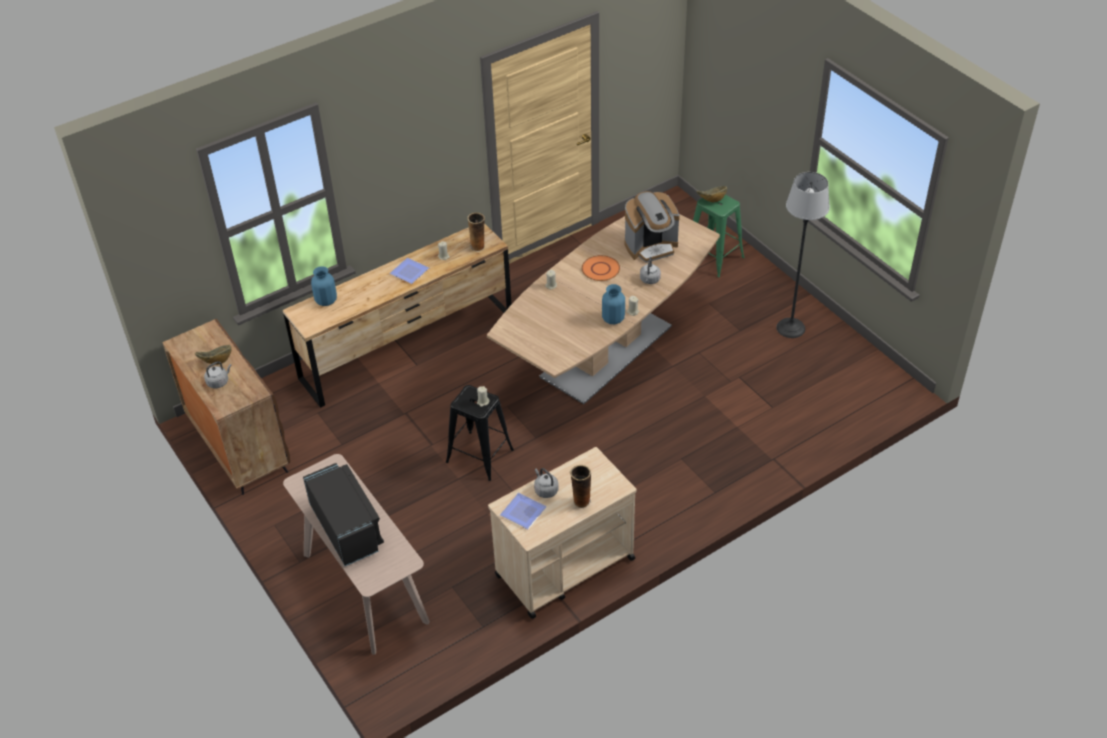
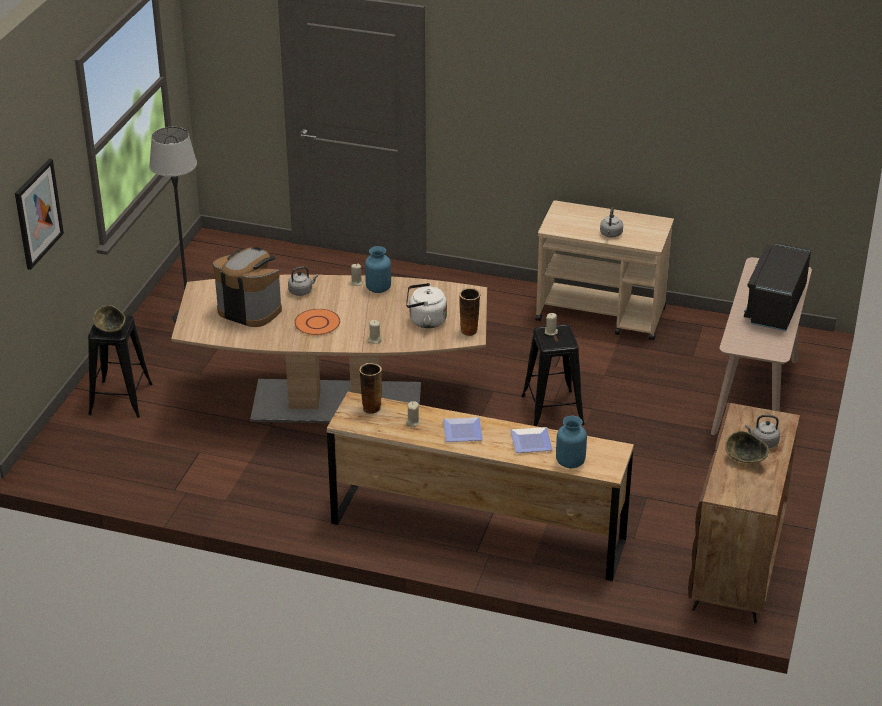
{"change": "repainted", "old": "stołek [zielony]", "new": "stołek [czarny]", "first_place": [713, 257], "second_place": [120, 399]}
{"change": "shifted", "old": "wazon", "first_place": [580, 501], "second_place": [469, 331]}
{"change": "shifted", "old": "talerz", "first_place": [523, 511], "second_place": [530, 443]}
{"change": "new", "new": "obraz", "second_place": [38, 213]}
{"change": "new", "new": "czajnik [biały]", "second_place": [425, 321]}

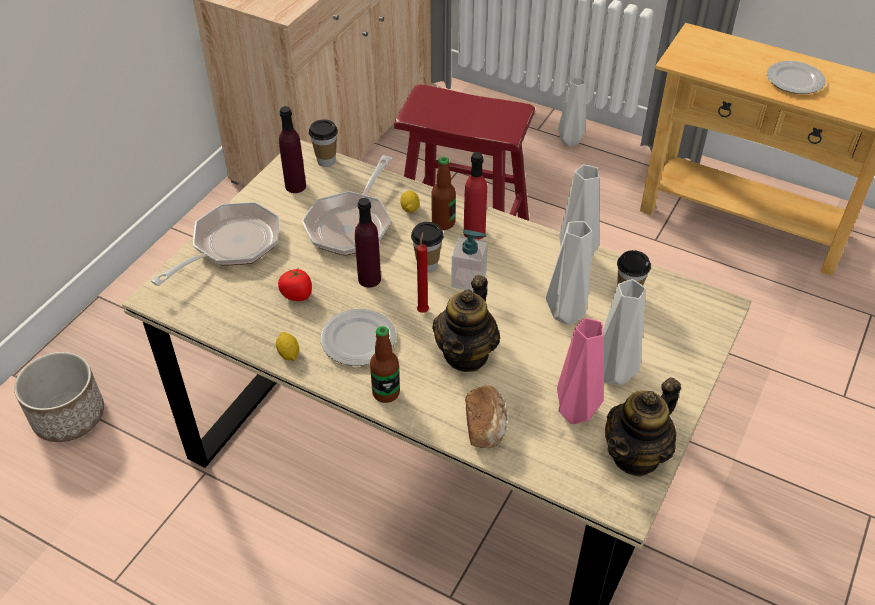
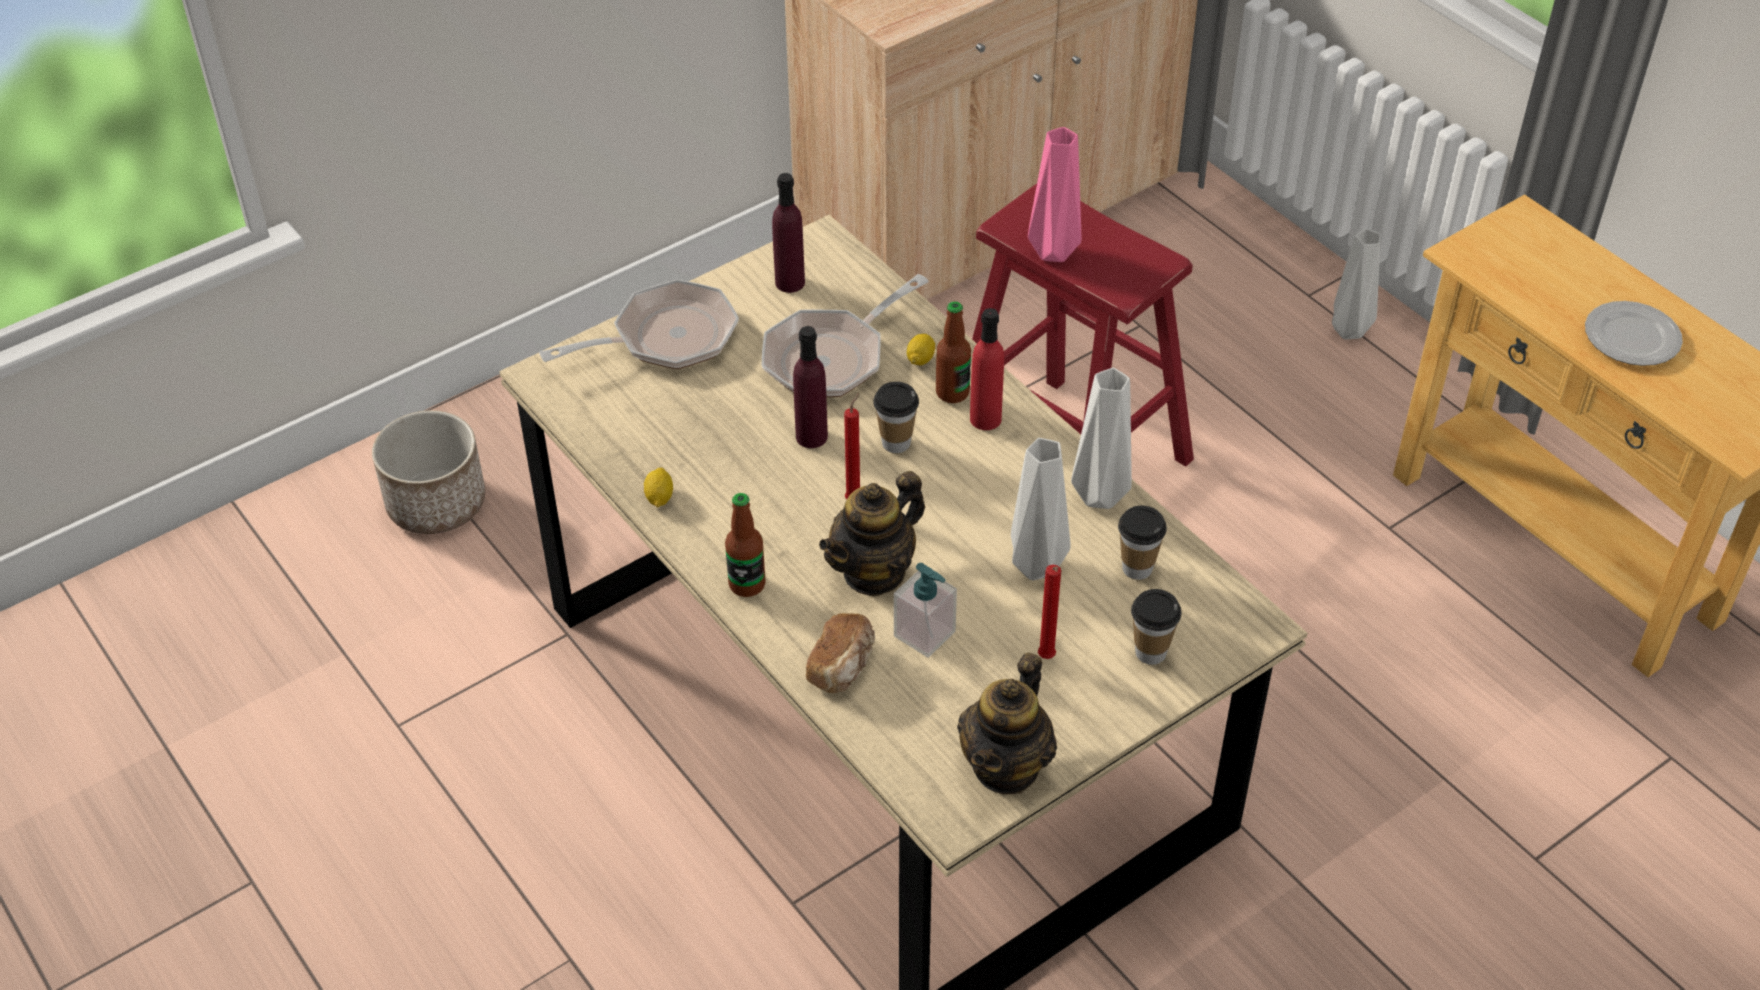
{"change": "shifted", "old": "filiżanka", "first_place": [326, 161], "second_place": [1150, 652]}
{"change": "shifted", "old": "dozownik mydła", "first_place": [469, 280], "second_place": [925, 634]}
{"change": "gone", "old": "pomidor", "first_place": [297, 295]}
{"change": "swapped", "old": "wazon [szary]", "new": "świeca [czerwony]", "first_place": [612, 372], "second_place": [1046, 659]}
{"change": "gone", "old": "talerz", "first_place": [358, 339]}
{"change": "shifted", "old": "wazon [różowy]", "first_place": [576, 414], "second_place": [1053, 254]}
{"change": "rotated", "old": "imbryk", "first_place": [636, 455], "second_place": [1006, 766], "degrees": -45}

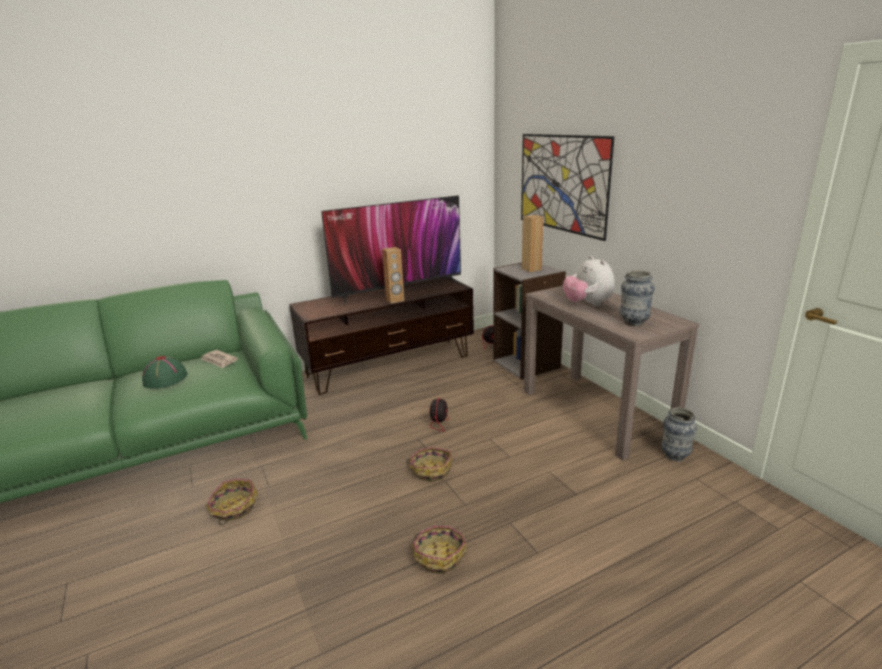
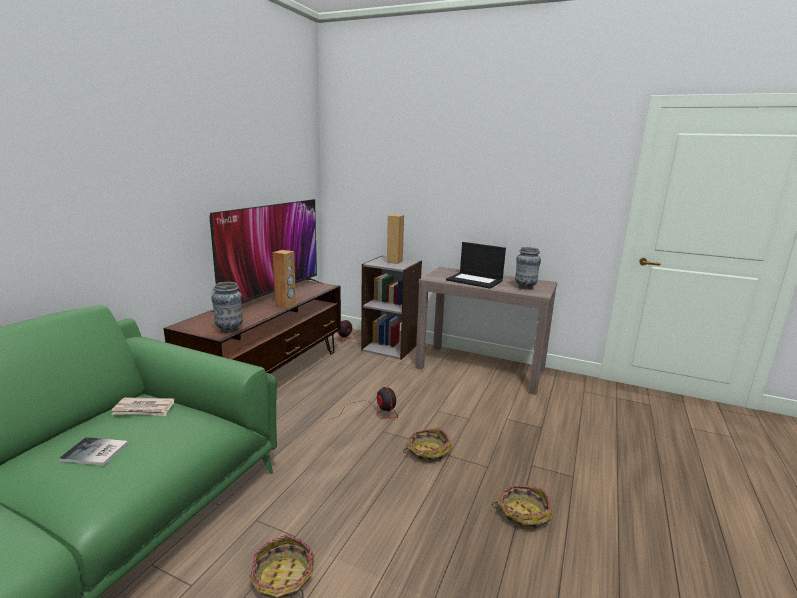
{"change": "gone", "old": "obraz", "first_place": [562, 183]}
{"change": "swapped", "old": "pluszak", "new": "laptop", "first_place": [587, 304], "second_place": [475, 280]}
{"change": "swapped", "old": "kapelusz [zielony]", "new": "książka", "first_place": [165, 379], "second_place": [95, 453]}
{"change": "shifted", "old": "wazon", "first_place": [675, 456], "second_place": [229, 330]}

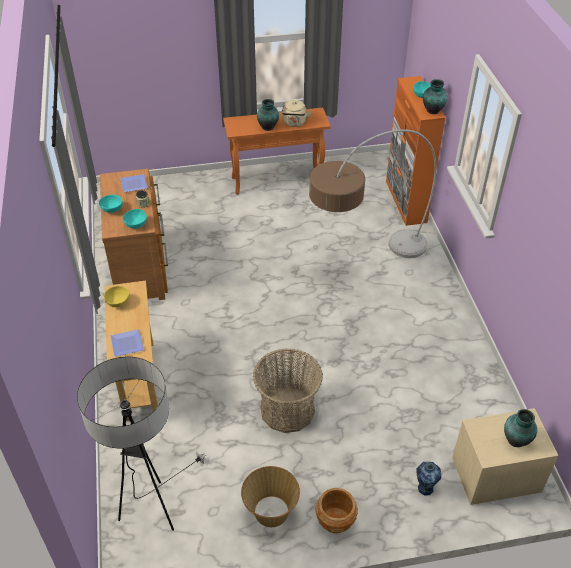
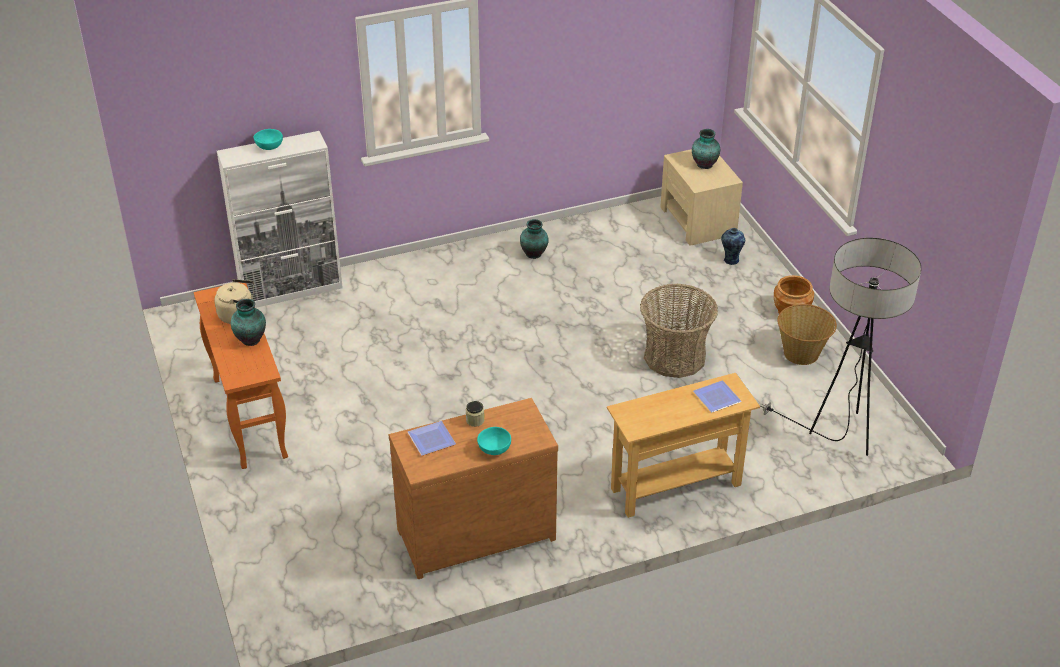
{"change": "repainted", "old": "szafka [pomarańczowy]", "new": "szafka [biały]", "first_place": [406, 202], "second_place": [291, 290]}
{"change": "shifted", "old": "wazon", "first_place": [433, 111], "second_place": [534, 254]}
{"change": "gone", "old": "lampa stojąca", "first_place": [363, 263]}
{"change": "gone", "old": "miska [turkusowy]", "first_place": [137, 224]}
{"change": "gone", "old": "miska [żółty]", "first_place": [118, 303]}

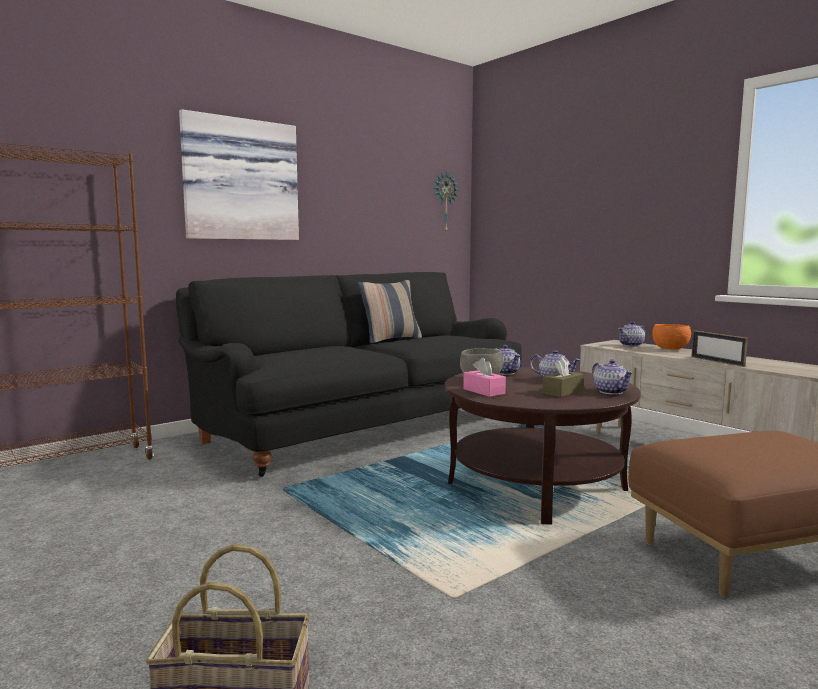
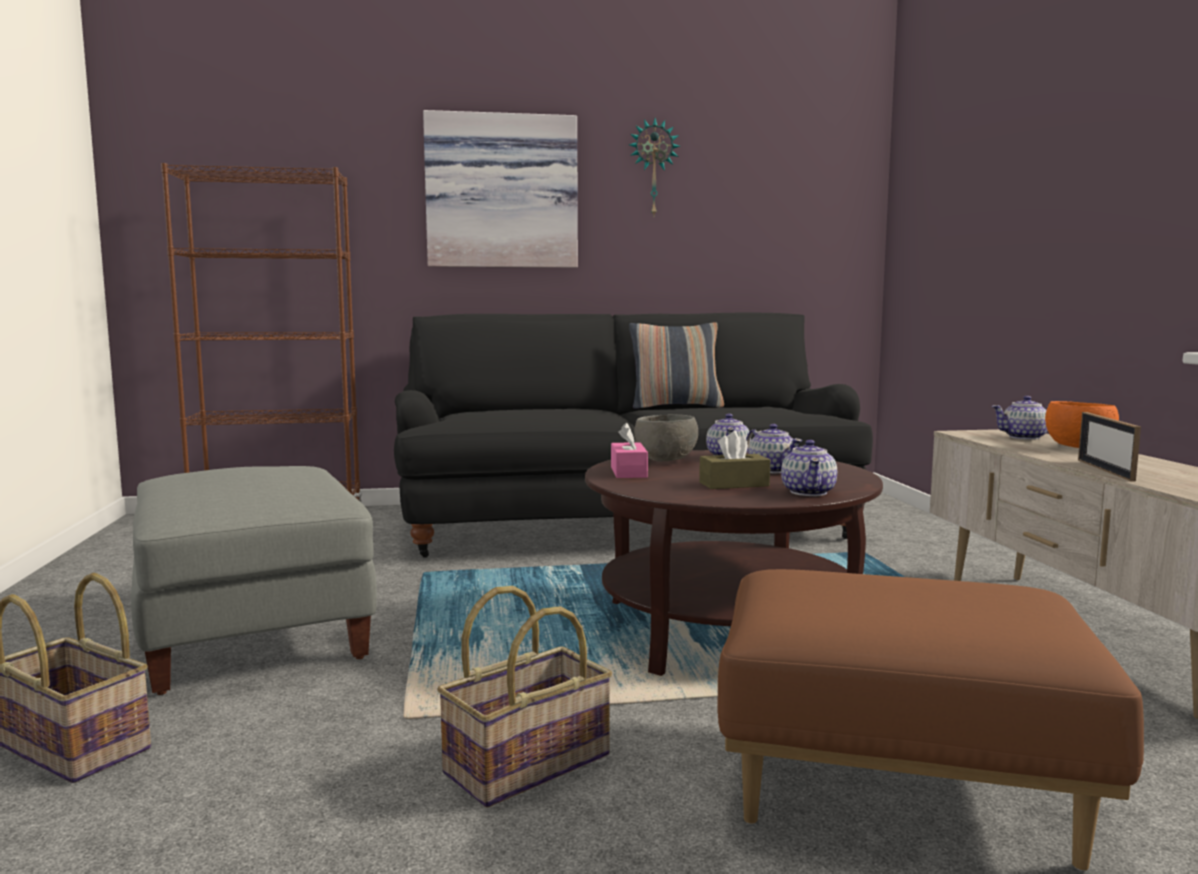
{"change": "shifted", "old": "zegar ścienny", "first_place": [444, 202], "second_place": [653, 168]}
{"change": "new", "new": "pufa [szary]", "second_place": [252, 632]}
{"change": "new", "new": "koszyk", "second_place": [526, 762]}

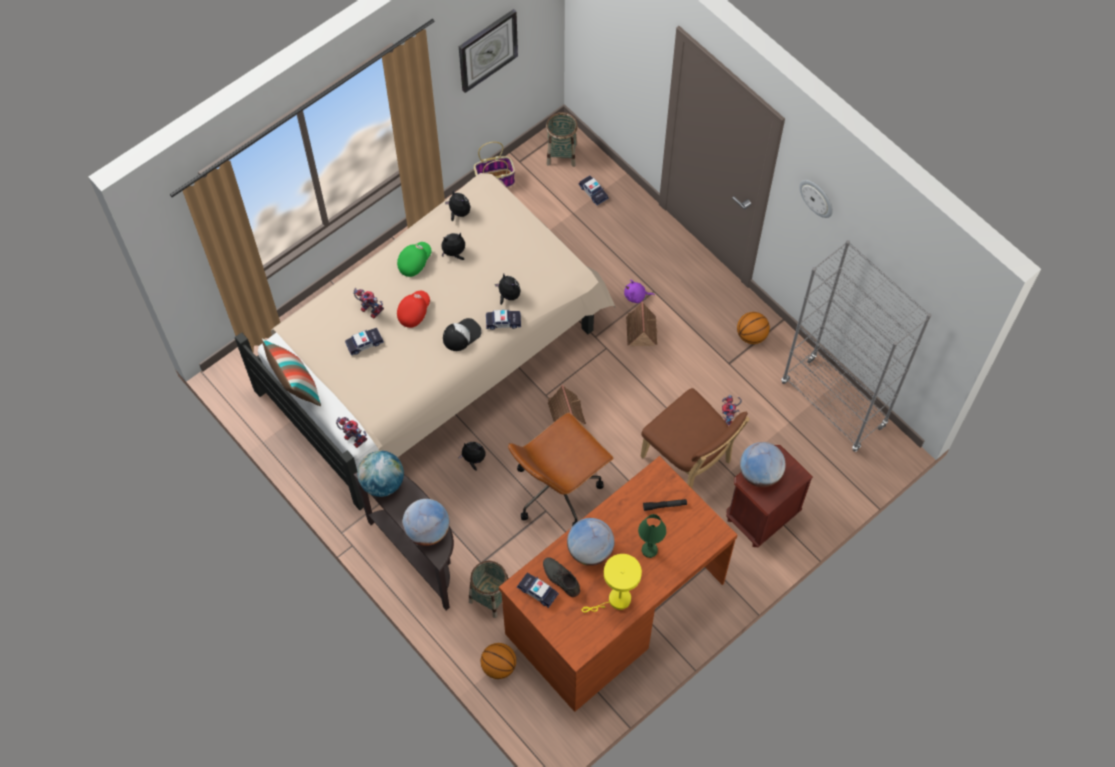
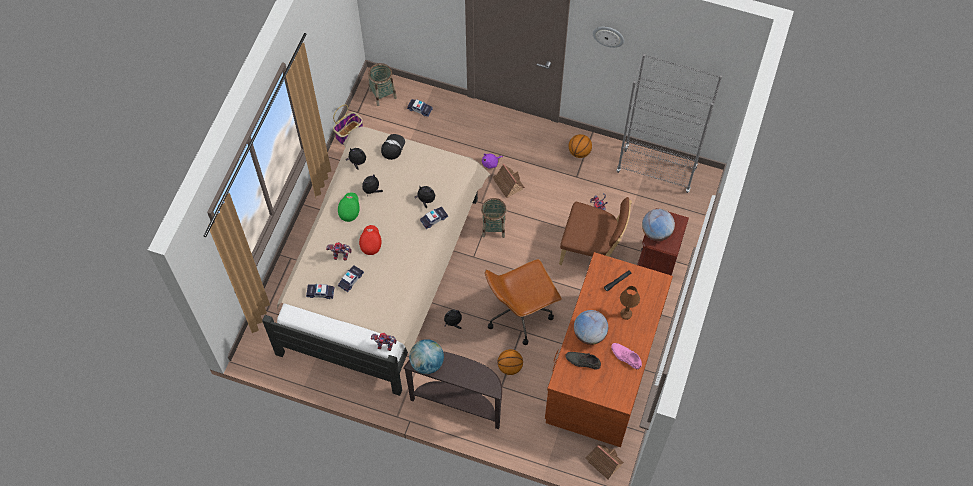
{"change": "gone", "old": "zegar ścienny", "first_place": [487, 50]}
{"change": "shifted", "old": "czapka z daszkiem", "first_place": [461, 335], "second_place": [392, 147]}
{"change": "gone", "old": "poduszka", "first_place": [296, 386]}
{"change": "shifted", "old": "domek", "first_place": [566, 412], "second_place": [604, 461]}
{"change": "rotated", "old": "krzesło biurowe [brązowy]", "first_place": [558, 489], "second_place": [520, 313], "degrees": 45}
{"change": "gone", "old": "globus", "first_place": [427, 531]}
{"change": "repainted", "old": "lampa stołowa [zielony]", "new": "lampa stołowa [brązowy]", "first_place": [649, 550], "second_place": [626, 314]}
{"change": "swapped", "old": "lampa stołowa [żółty]", "new": "but [różowy]", "first_place": [615, 600], "second_place": [625, 357]}
{"change": "shifted", "old": "koszyk", "first_place": [490, 597], "second_place": [493, 227]}
{"change": "shifted", "old": "samochodzik", "first_place": [537, 591], "second_place": [320, 292]}
{"change": "shifted", "old": "piłka do koszykówki", "first_place": [499, 666], "second_place": [510, 367]}

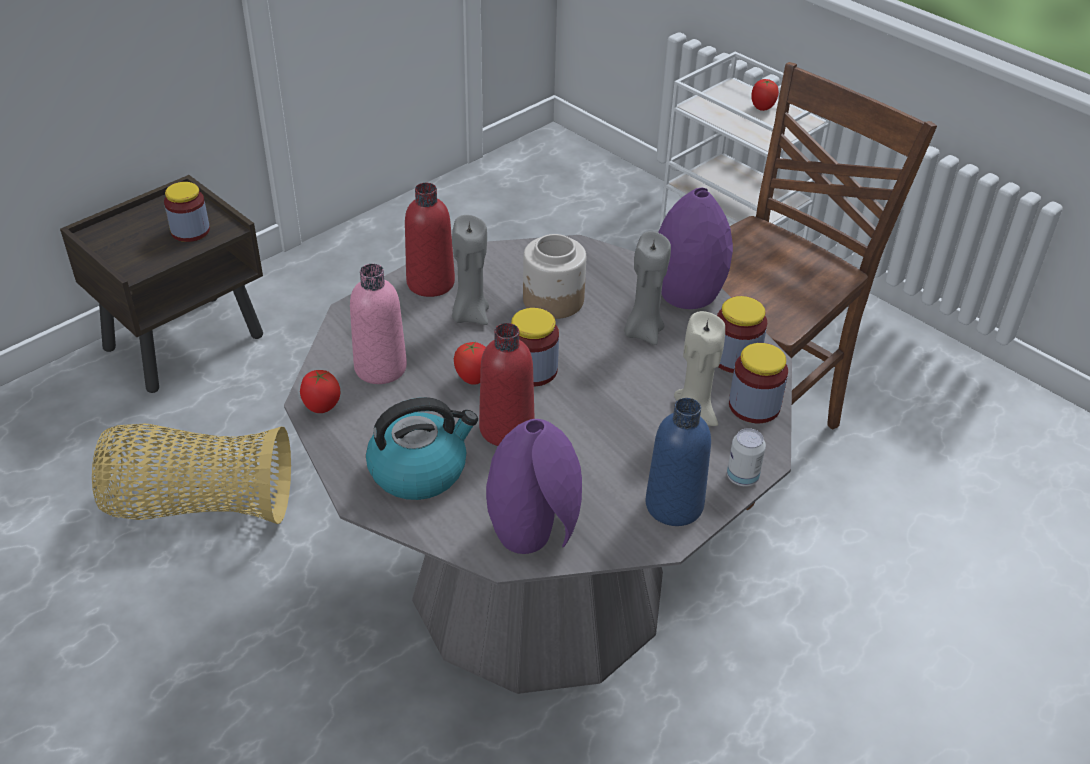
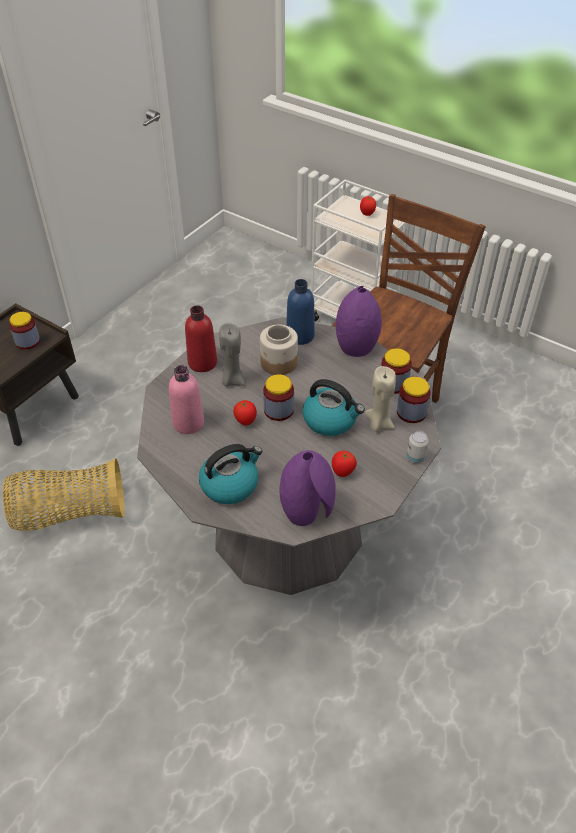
{"change": "gone", "old": "świeca [szary]", "first_place": [643, 332]}
{"change": "gone", "old": "butelka [czerwony]", "first_place": [506, 429]}
{"change": "shifted", "old": "pomidor", "first_place": [322, 408], "second_place": [342, 472]}
{"change": "shifted", "old": "butelka [niebieski]", "first_place": [674, 505], "second_place": [300, 336]}
{"change": "new", "new": "czajnik", "second_place": [331, 420]}

